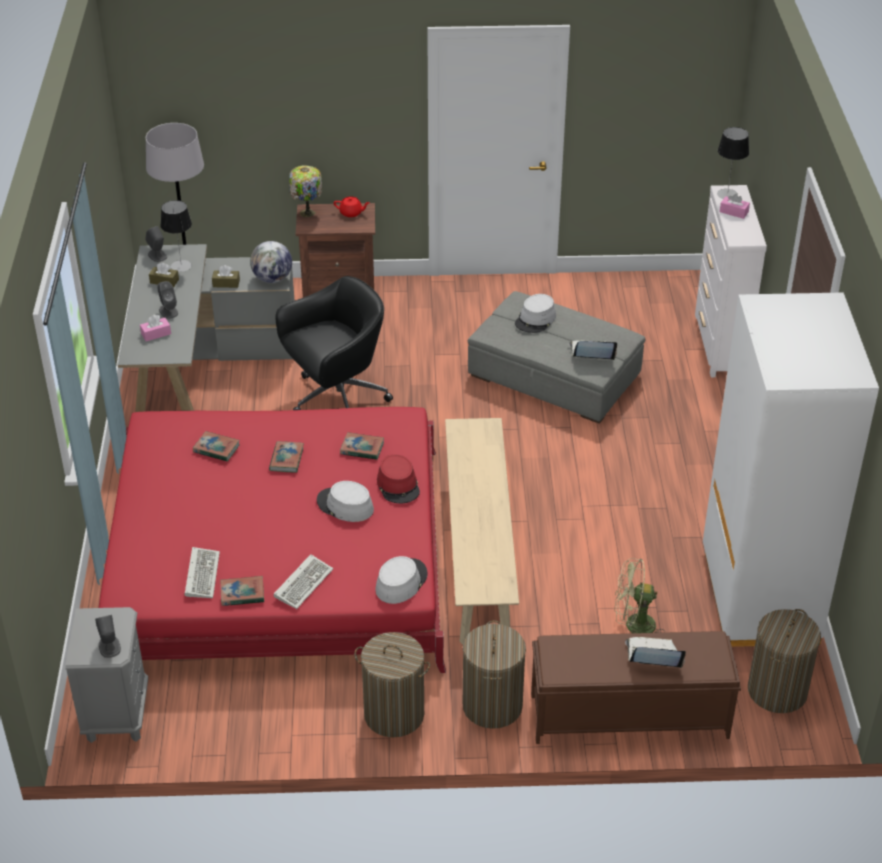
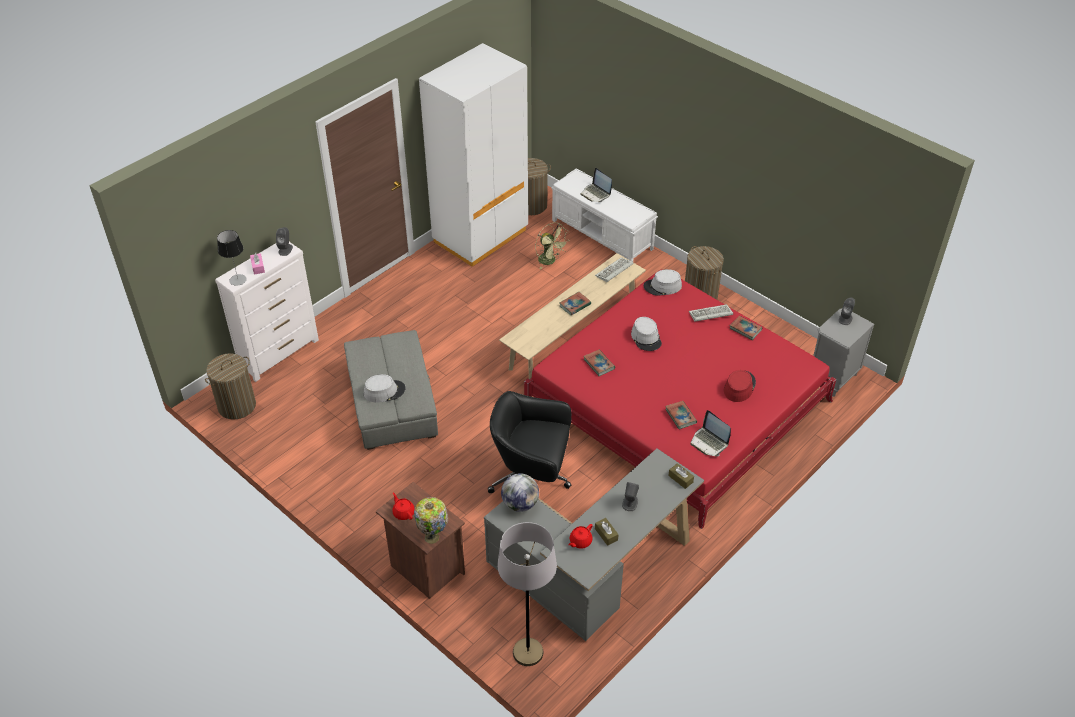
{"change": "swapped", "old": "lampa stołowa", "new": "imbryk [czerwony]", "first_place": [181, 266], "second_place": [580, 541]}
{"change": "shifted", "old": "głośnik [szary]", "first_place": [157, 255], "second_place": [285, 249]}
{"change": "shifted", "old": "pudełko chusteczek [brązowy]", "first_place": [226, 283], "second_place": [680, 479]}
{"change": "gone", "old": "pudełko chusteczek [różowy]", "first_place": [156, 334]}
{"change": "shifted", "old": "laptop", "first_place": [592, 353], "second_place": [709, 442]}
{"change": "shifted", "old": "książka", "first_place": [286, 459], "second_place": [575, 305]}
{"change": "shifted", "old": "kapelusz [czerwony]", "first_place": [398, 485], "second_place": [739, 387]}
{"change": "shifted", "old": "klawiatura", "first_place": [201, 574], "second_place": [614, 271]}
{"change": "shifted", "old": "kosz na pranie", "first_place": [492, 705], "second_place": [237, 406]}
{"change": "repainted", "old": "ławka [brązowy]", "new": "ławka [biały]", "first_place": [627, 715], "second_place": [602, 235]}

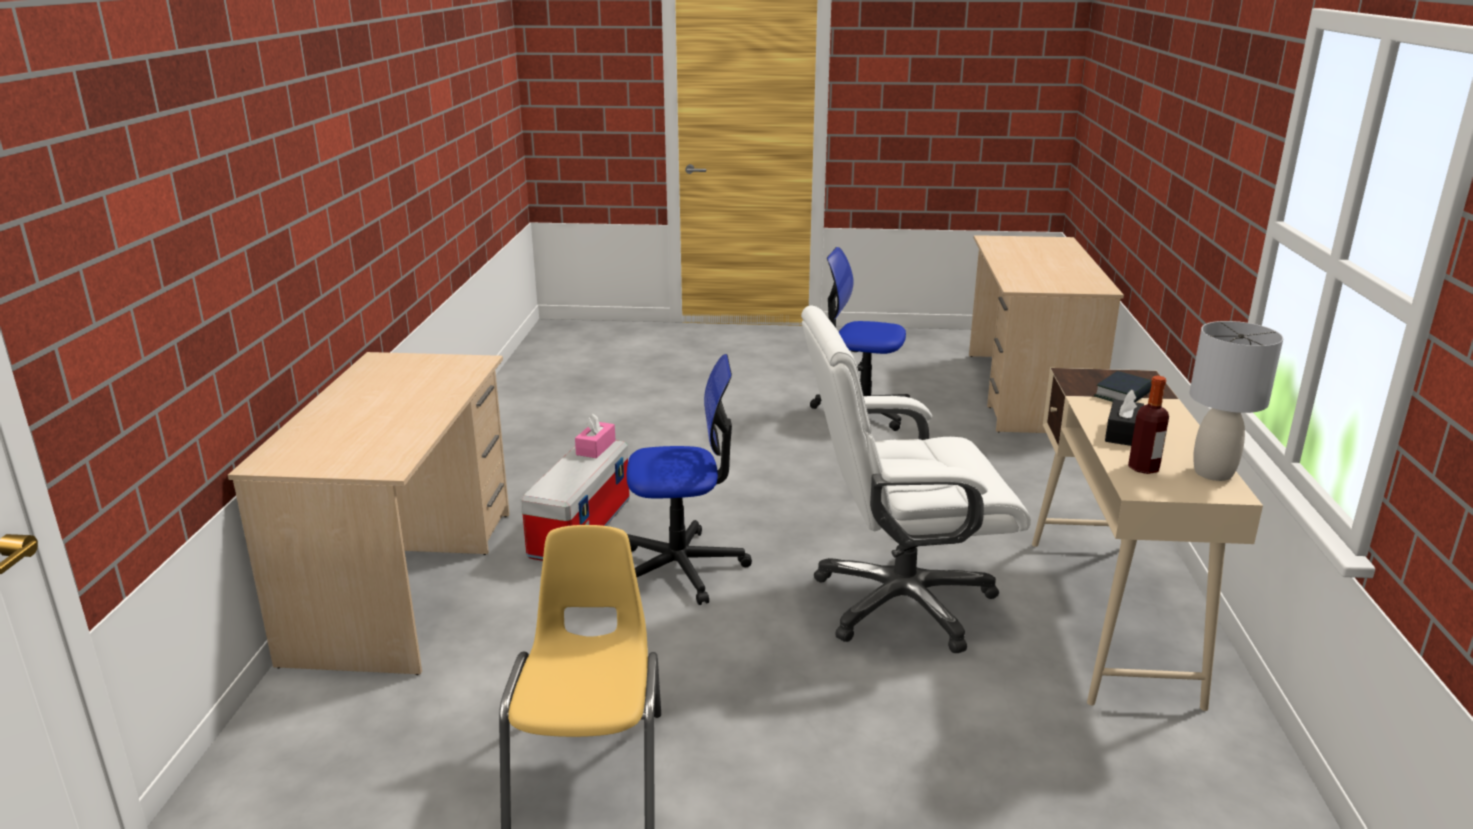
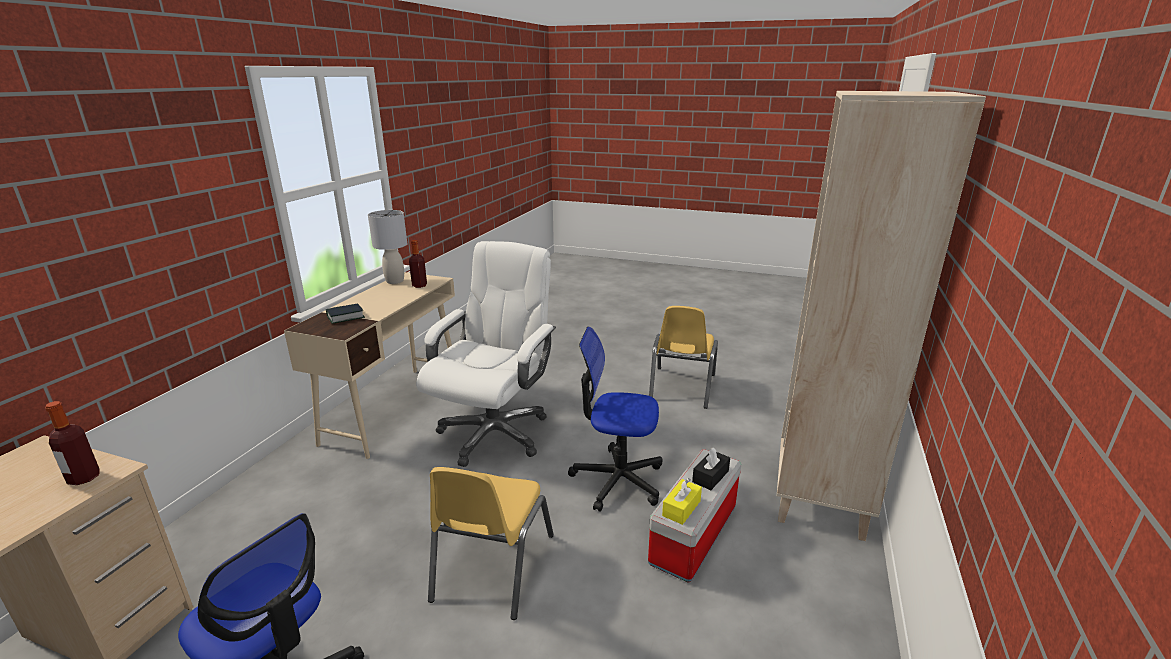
{"change": "rotated", "old": "krzesło biurowe [biały]", "first_place": [901, 603], "second_place": [494, 433], "degrees": -75}
{"change": "swapped", "old": "biurko [beżowy]", "new": "regał [beżowy]", "first_place": [406, 583], "second_place": [821, 500]}
{"change": "shifted", "old": "pudełko chusteczek [czarny]", "first_place": [1122, 433], "second_place": [710, 476]}
{"change": "repainted", "old": "pudełko chusteczek [różowy]", "new": "pudełko chusteczek [żółty]", "first_place": [596, 448], "second_place": [681, 508]}
{"change": "new", "new": "butelka", "second_place": [84, 478]}
{"change": "new", "new": "krzesło [żółty]", "second_place": [492, 567]}

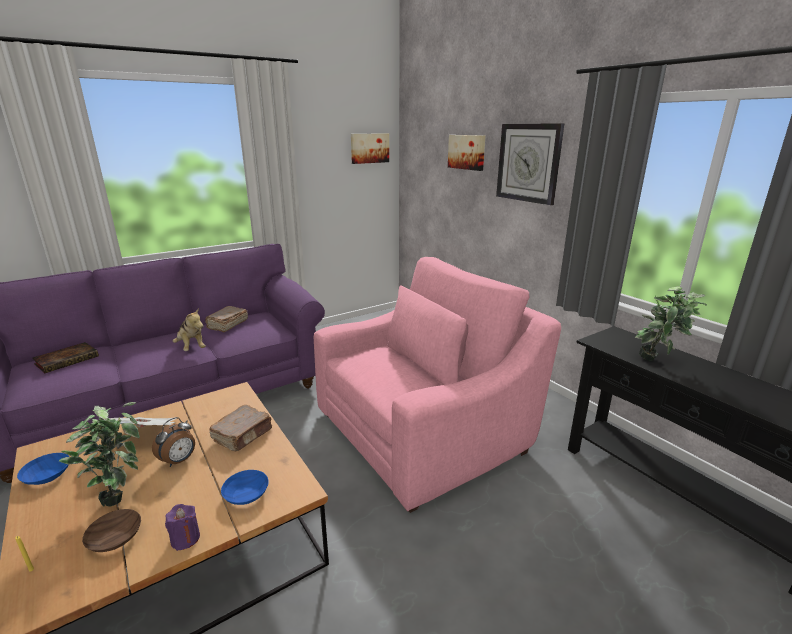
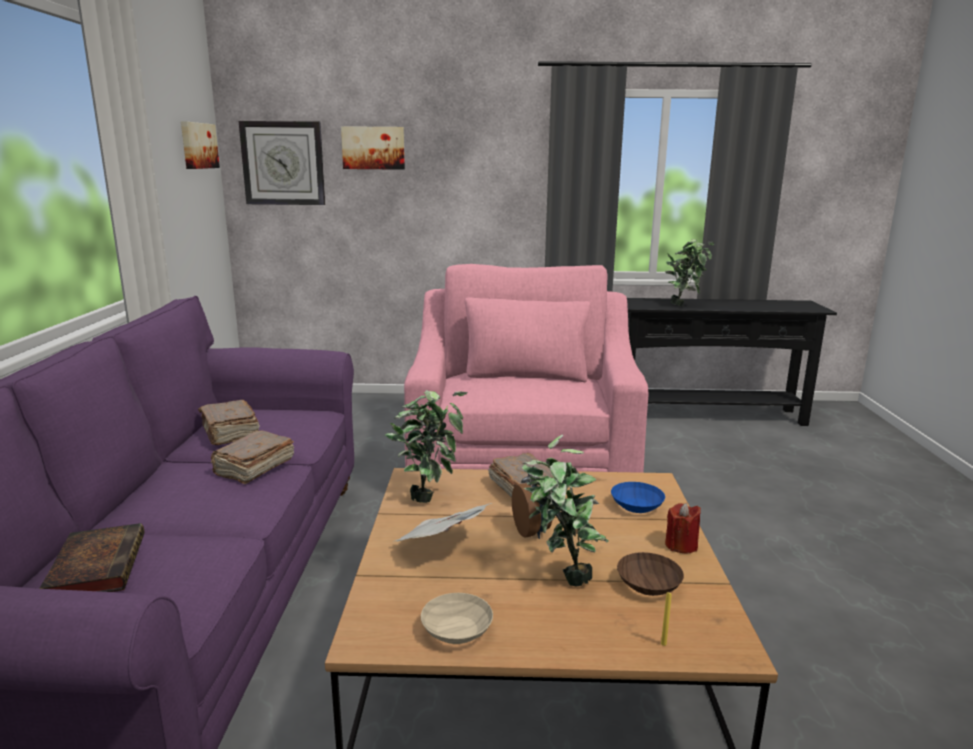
{"change": "shifted", "old": "zegar ścienny", "first_place": [528, 163], "second_place": [283, 163]}
{"change": "swapped", "old": "pluszak", "new": "książka [brązowy]", "first_place": [191, 347], "second_place": [253, 468]}
{"change": "repainted", "old": "miska [niebieski]", "new": "miska [beżowy]", "first_place": [48, 476], "second_place": [458, 630]}
{"change": "repainted", "old": "świeca [fioletowy]", "new": "świeca [czerwony]", "first_place": [185, 538], "second_place": [681, 545]}
{"change": "new", "new": "roślina doniczkowa", "second_place": [428, 495]}

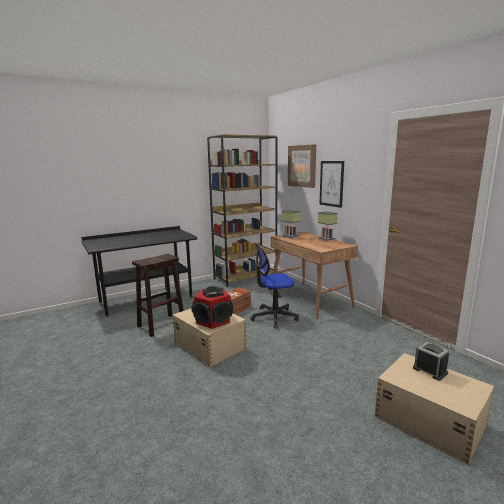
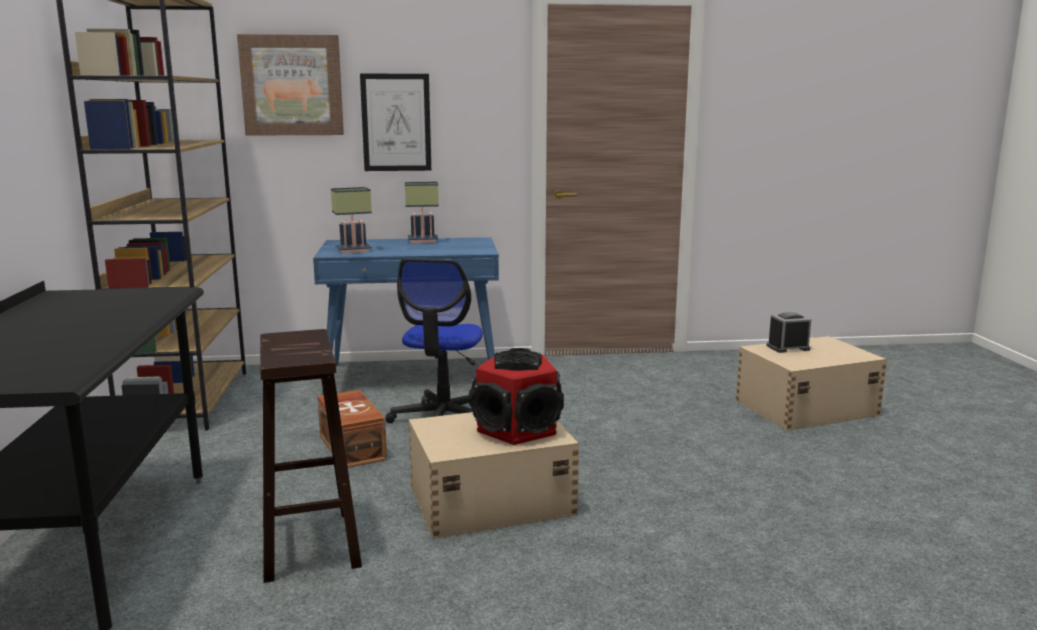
{"change": "repainted", "old": "biurko [brązowy]", "new": "biurko [niebieski]", "first_place": [310, 300], "second_place": [413, 377]}

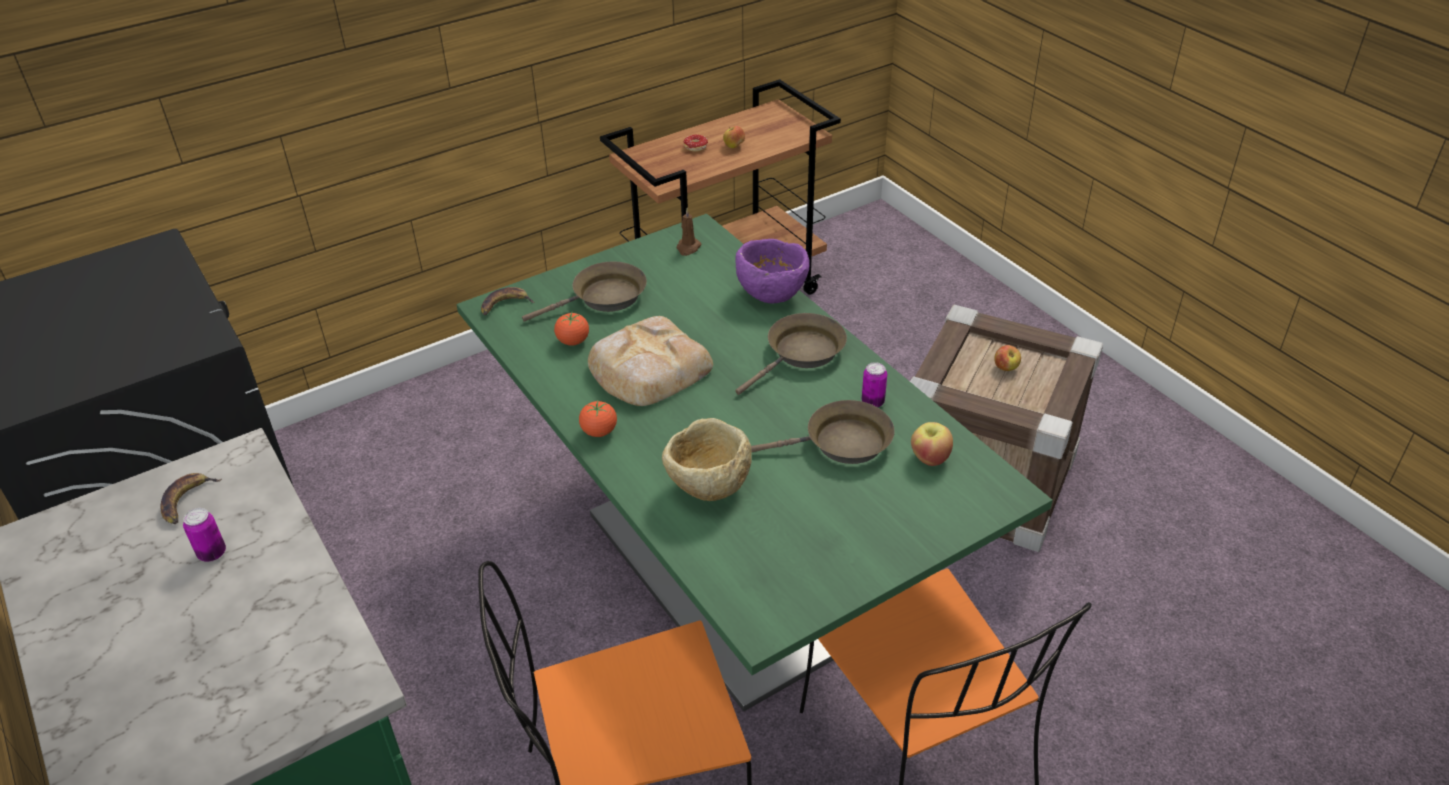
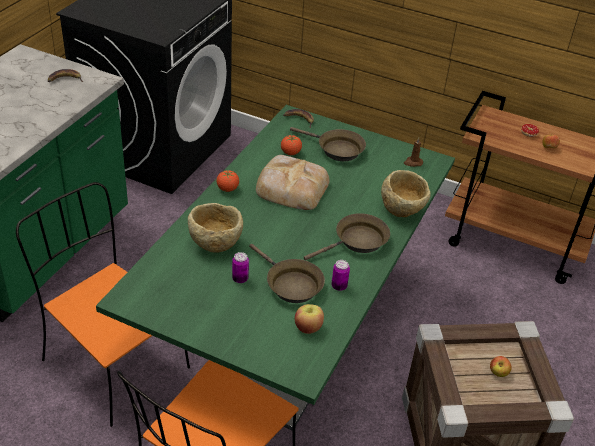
{"change": "repainted", "old": "miska [fioletowy]", "new": "miska [beżowy]", "first_place": [771, 293], "second_place": [403, 210]}
{"change": "rotated", "old": "patelnia [brązowy]", "first_place": [801, 354], "second_place": [357, 241], "degrees": -45}
{"change": "shifted", "old": "puszka", "first_place": [212, 553], "second_place": [240, 279]}

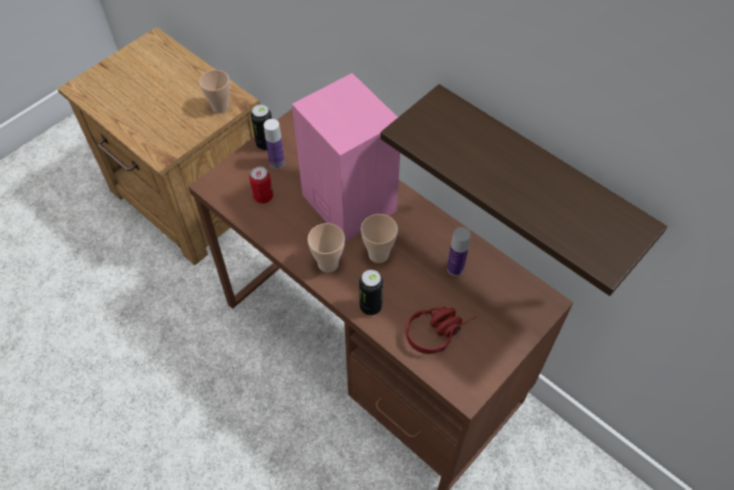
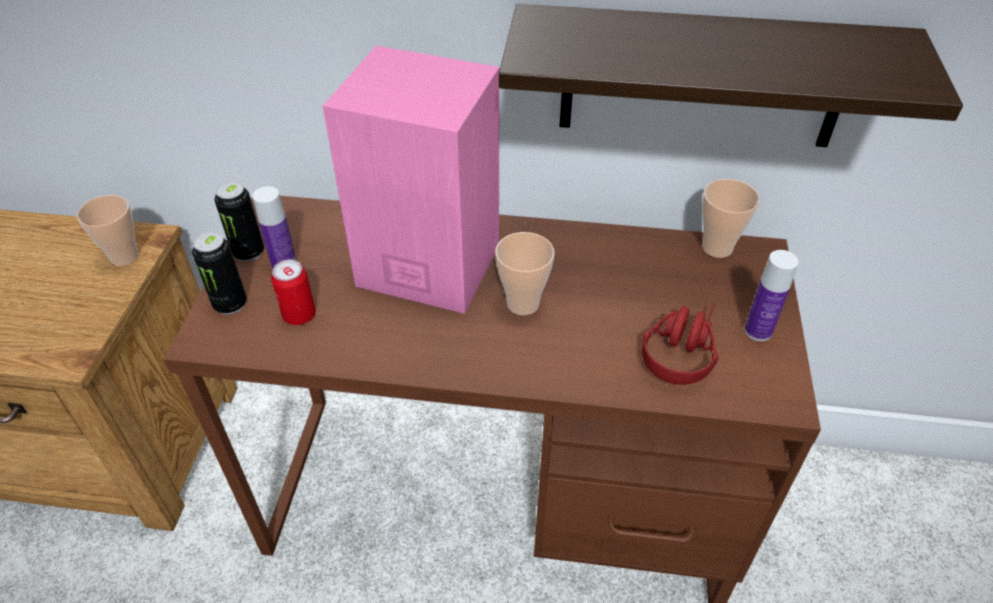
{"change": "shifted", "old": "filiżanka", "first_place": [328, 264], "second_place": [717, 248]}
{"change": "shifted", "old": "butelka", "first_place": [455, 268], "second_place": [758, 331]}
{"change": "shifted", "old": "puszka", "first_place": [370, 307], "second_place": [230, 304]}

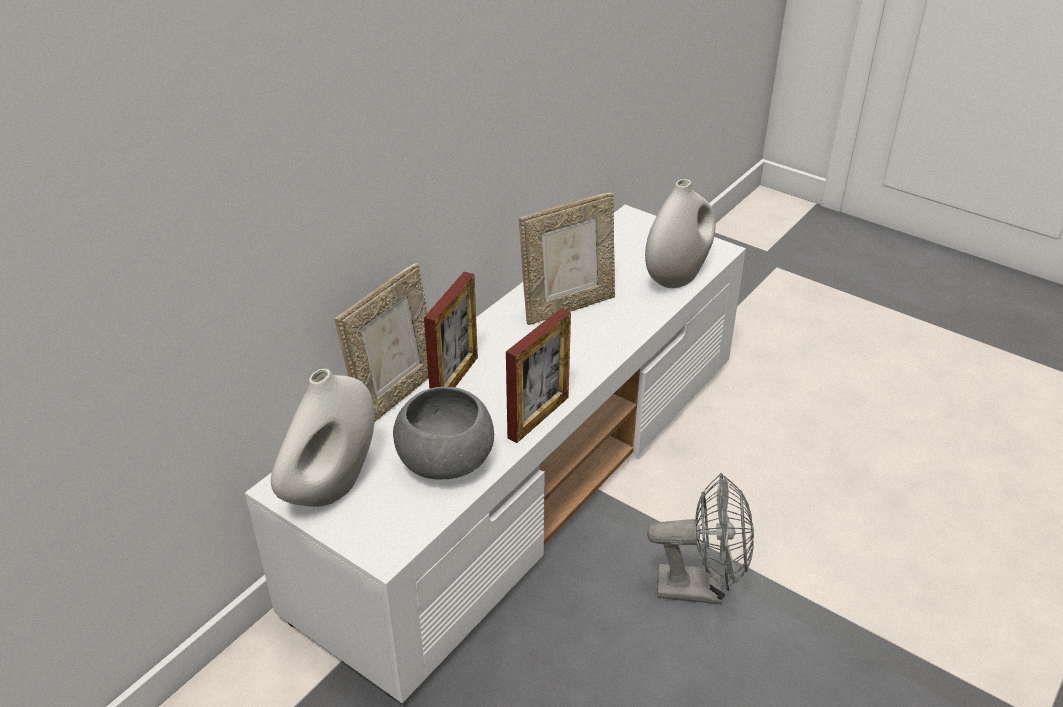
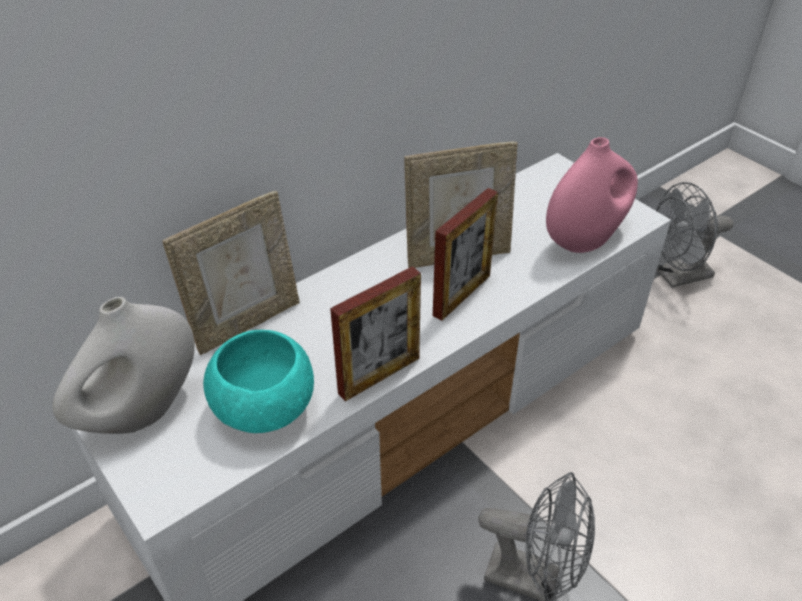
{"change": "repainted", "old": "wazon [biały]", "new": "wazon [różowy]", "first_place": [676, 276], "second_place": [584, 239]}
{"change": "shifted", "old": "ramka na zdjęcie", "first_place": [454, 379], "second_place": [462, 295]}
{"change": "repainted", "old": "miska [szary]", "new": "miska [turkusowy]", "first_place": [446, 461], "second_place": [265, 407]}
{"change": "new", "new": "wentylator [szary]", "second_place": [677, 277]}

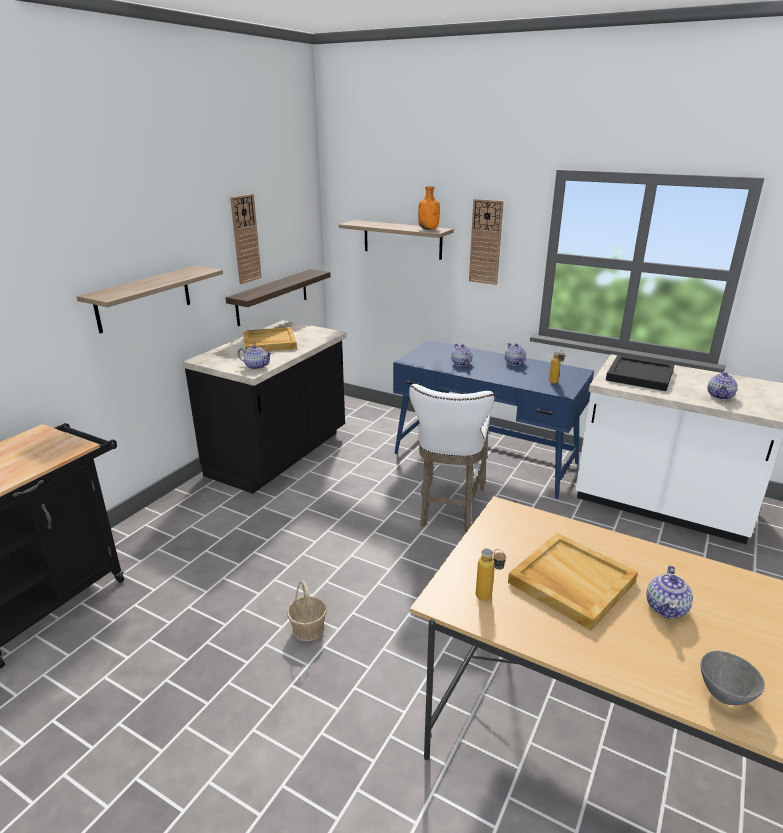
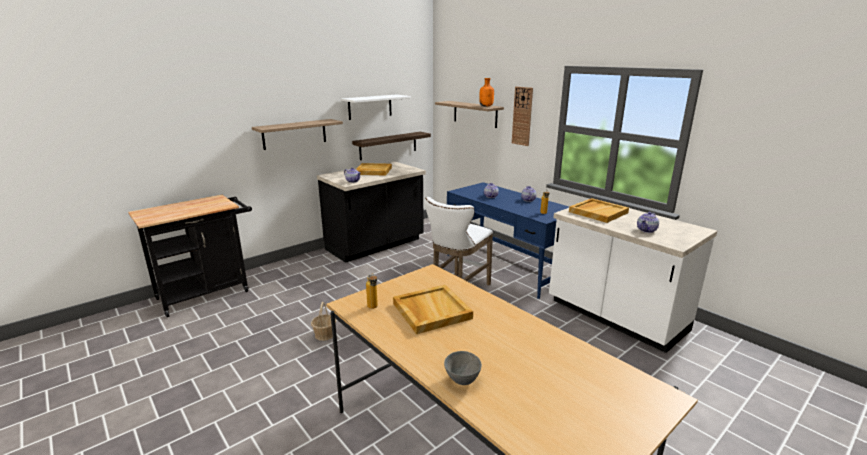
{"change": "swapped", "old": "zegar ścienny", "new": "półka [biały]", "first_place": [245, 239], "second_place": [370, 107]}
{"change": "repainted", "old": "taca [czarny]", "new": "taca [beżowy]", "first_place": [639, 375], "second_place": [598, 212]}
{"change": "gone", "old": "imbryk", "first_place": [666, 607]}

